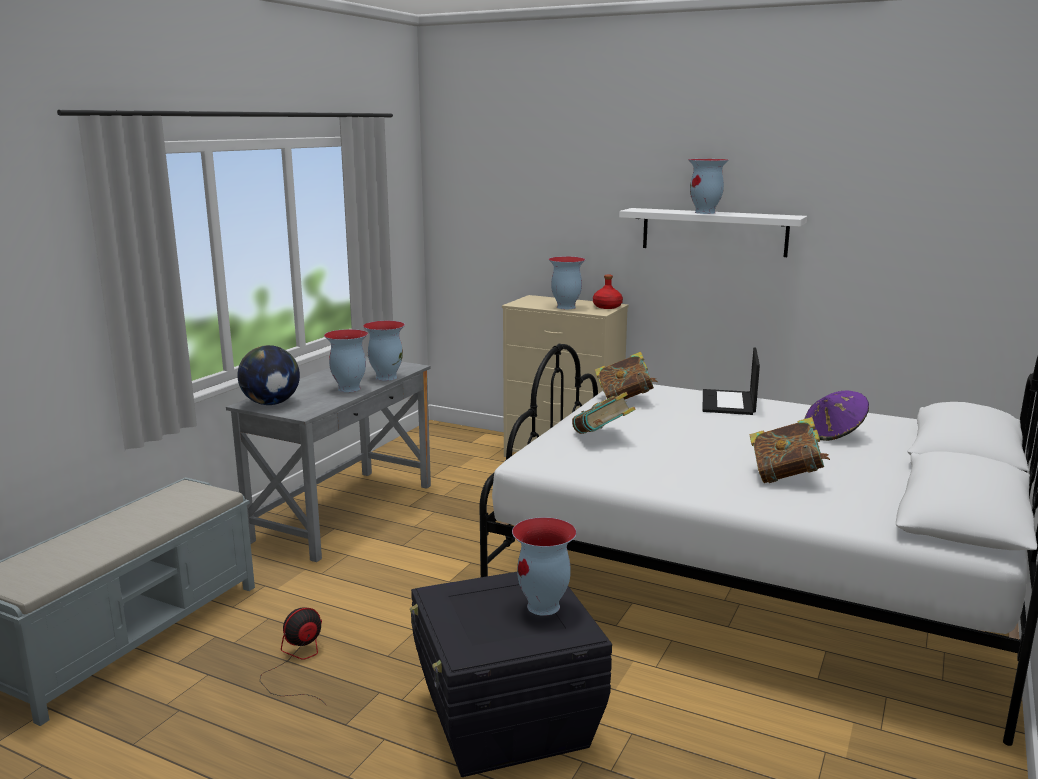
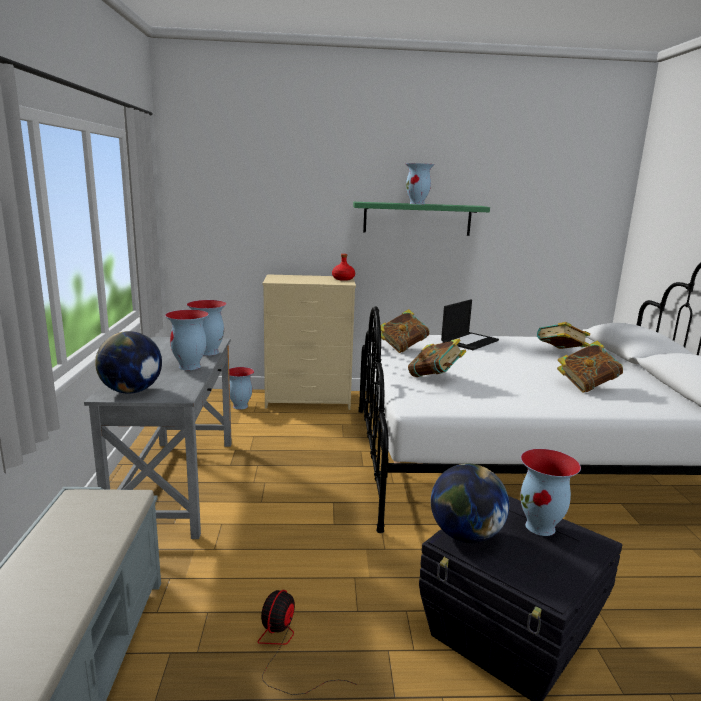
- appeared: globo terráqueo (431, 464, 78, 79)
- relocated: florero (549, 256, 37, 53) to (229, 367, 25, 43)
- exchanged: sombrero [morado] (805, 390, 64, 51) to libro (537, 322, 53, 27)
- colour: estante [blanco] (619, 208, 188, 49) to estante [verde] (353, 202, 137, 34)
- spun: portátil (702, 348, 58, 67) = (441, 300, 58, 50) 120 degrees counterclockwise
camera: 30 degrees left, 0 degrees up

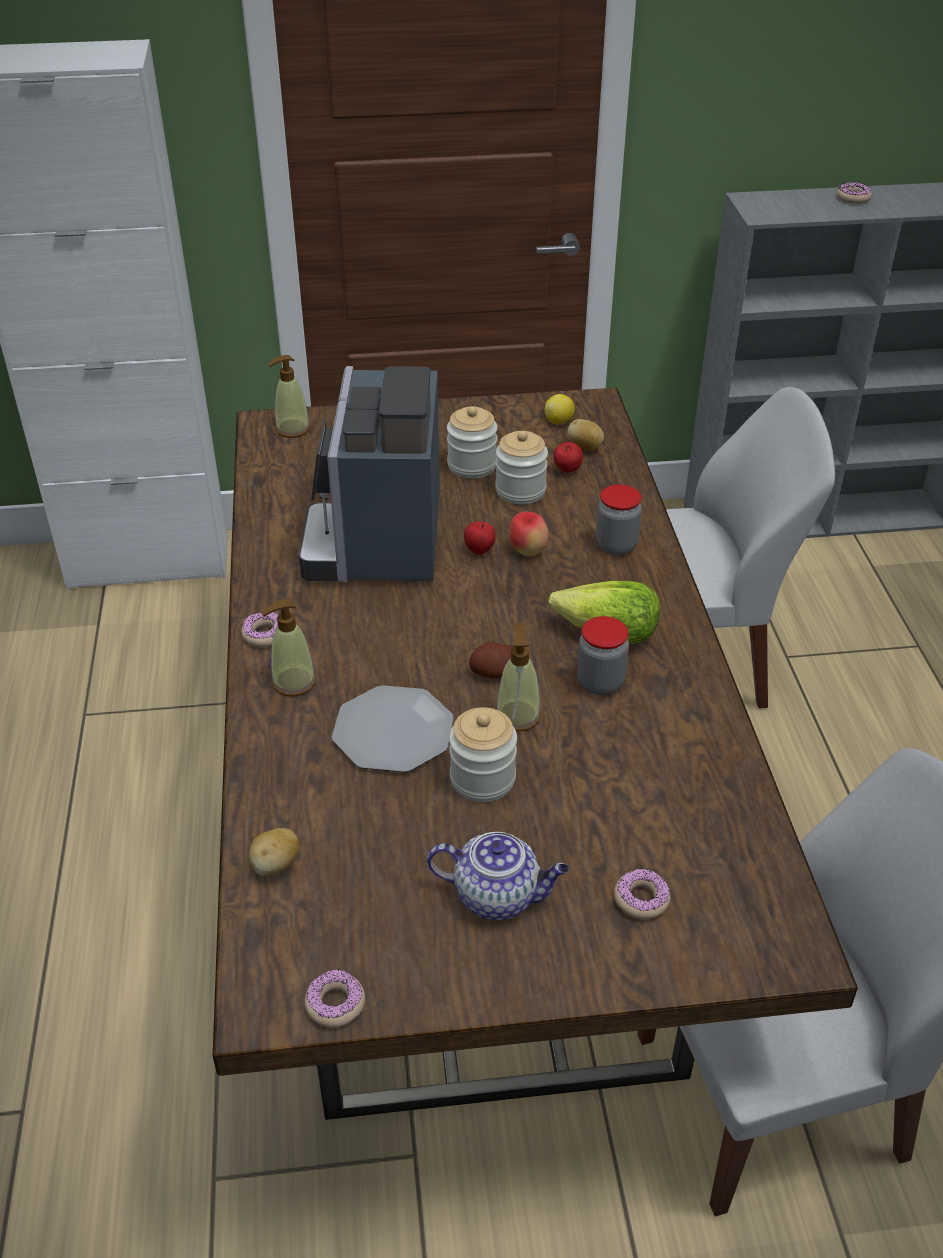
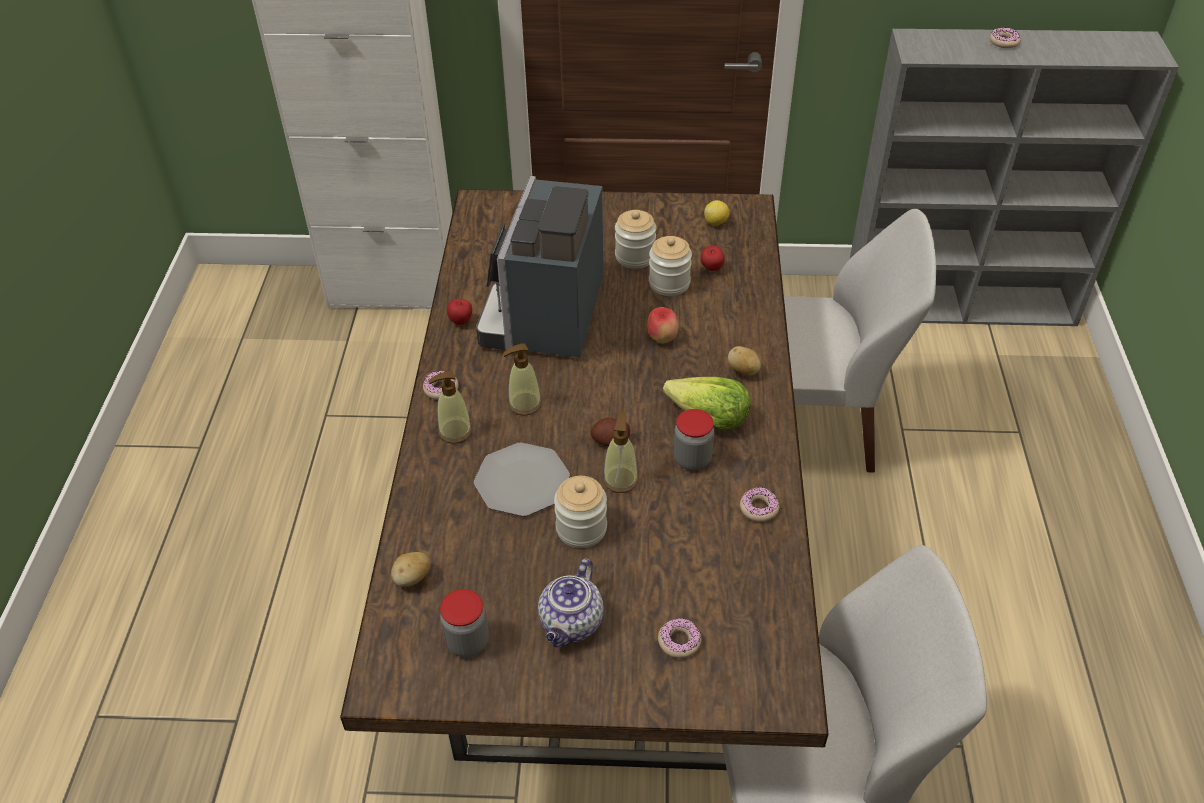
- relocated: dispensador de jabón (268, 355, 42, 83) to (503, 343, 39, 73)
- relocated: rosquilla (304, 969, 61, 59) to (740, 487, 39, 35)
- relocated: manzana (464, 521, 32, 34) to (447, 299, 25, 26)
- relocated: patata (568, 419, 36, 32) to (728, 346, 33, 30)
- relocated: tarro (596, 485, 46, 70) to (440, 589, 49, 68)
- spun: tetera (427, 832, 142, 88) = (538, 559, 66, 89) 90 degrees clockwise
camera: 10 degrees right, 5 degrees up

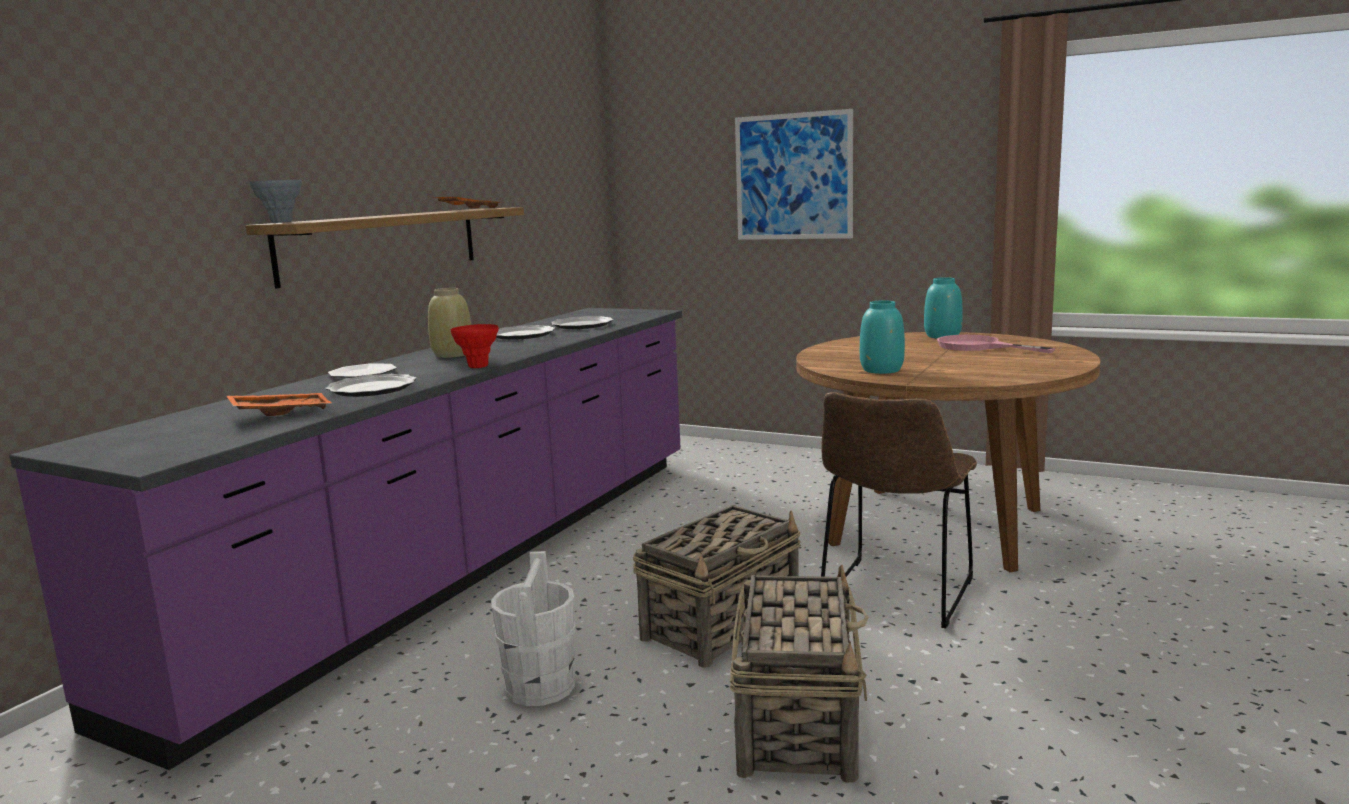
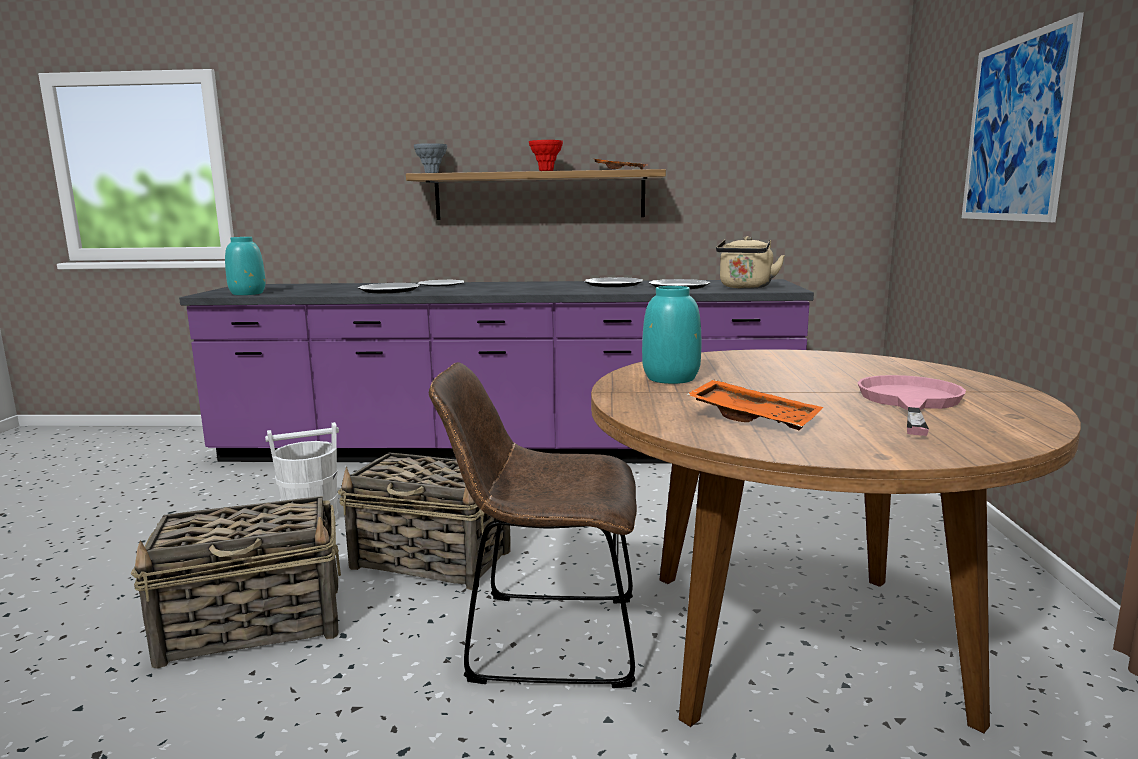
- missing: florero [beis] (428, 288, 43, 70)
- appeared: hervidor [beis] (716, 236, 69, 53)
- relocated: bandeja [naranja] (227, 393, 105, 23) to (686, 380, 137, 51)
- relocated: florero [rojo] (451, 324, 48, 44) to (529, 140, 34, 31)
- relocated: florero [turquesa] (924, 277, 39, 62) to (225, 237, 40, 58)
camera: 65 degrees right, 0 degrees up

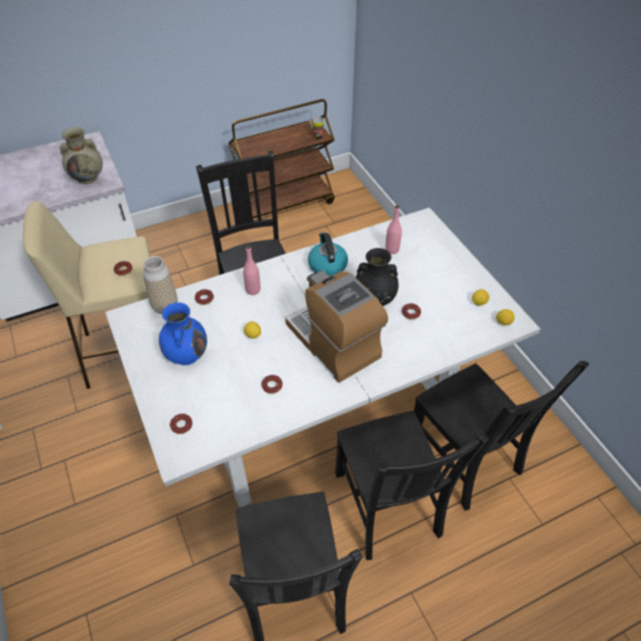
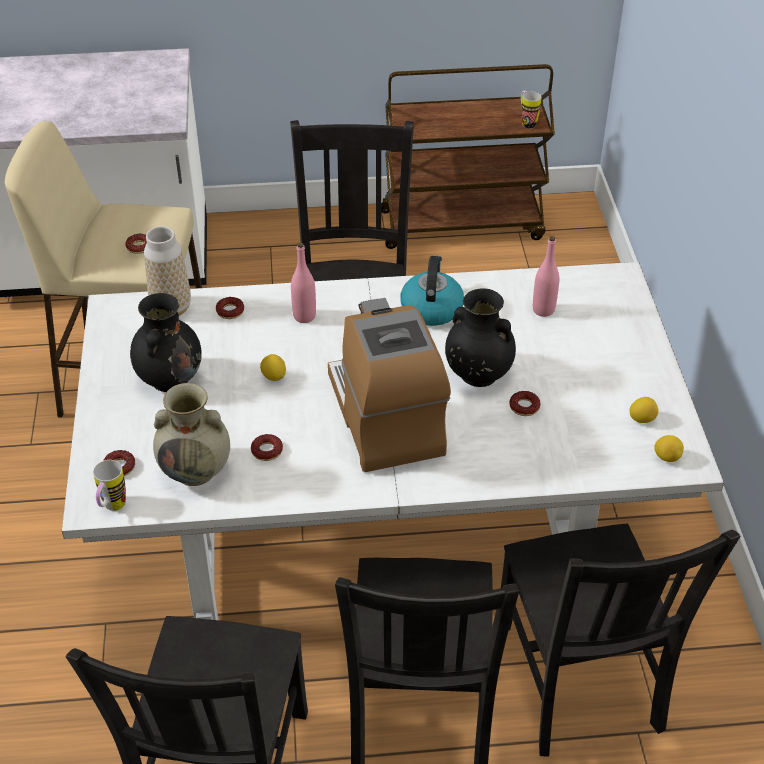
- appeared: taza grande (93, 460, 33, 51)
- relocated: florero [beis] (60, 127, 43, 57) to (153, 383, 77, 103)
- colour: florero [azul] (159, 302, 48, 63) to florero [negro] (130, 293, 72, 99)
camera: 20 degrees right, 5 degrees down

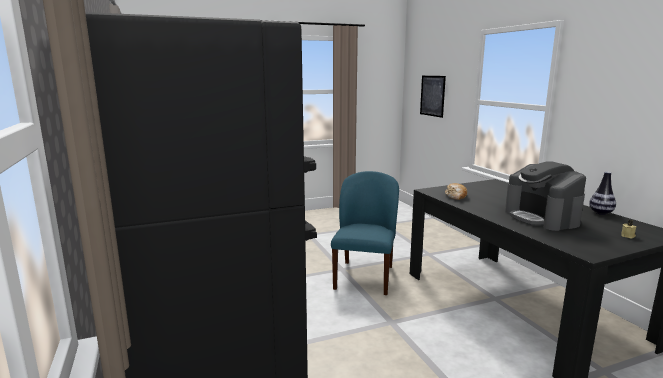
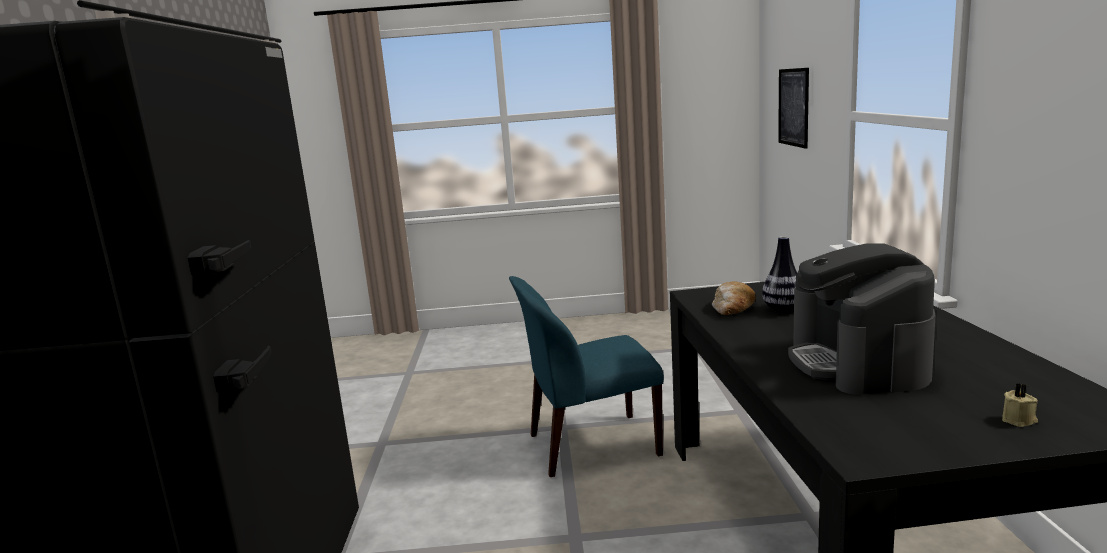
- relocated: florero (589, 172, 27, 43) to (762, 236, 35, 77)
- spun: silla [azul] (331, 171, 68, 124) = (509, 276, 155, 201) 135 degrees counterclockwise
camera: 20 degrees right, 0 degrees up

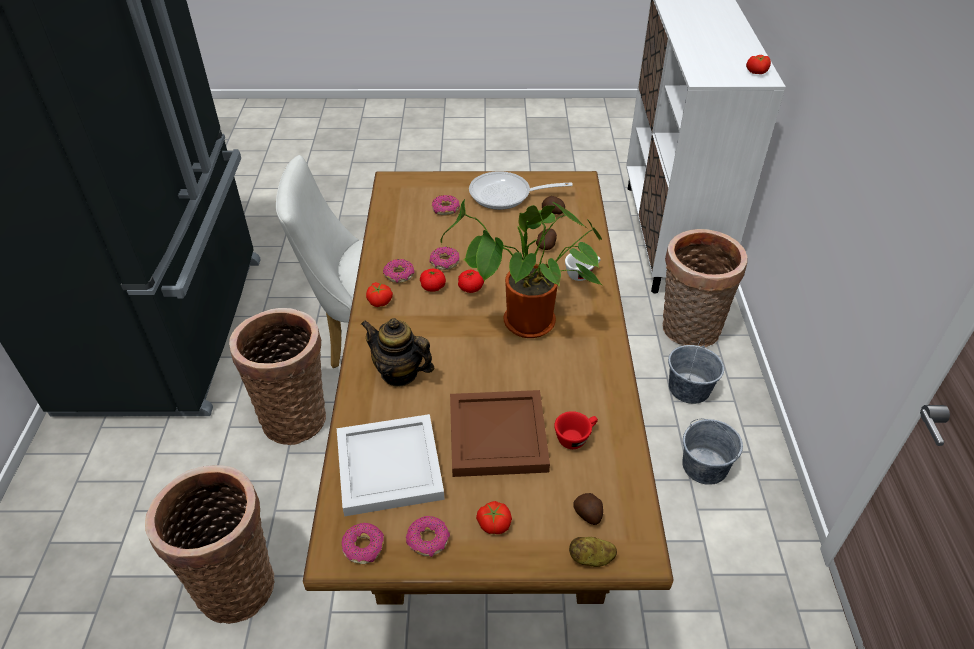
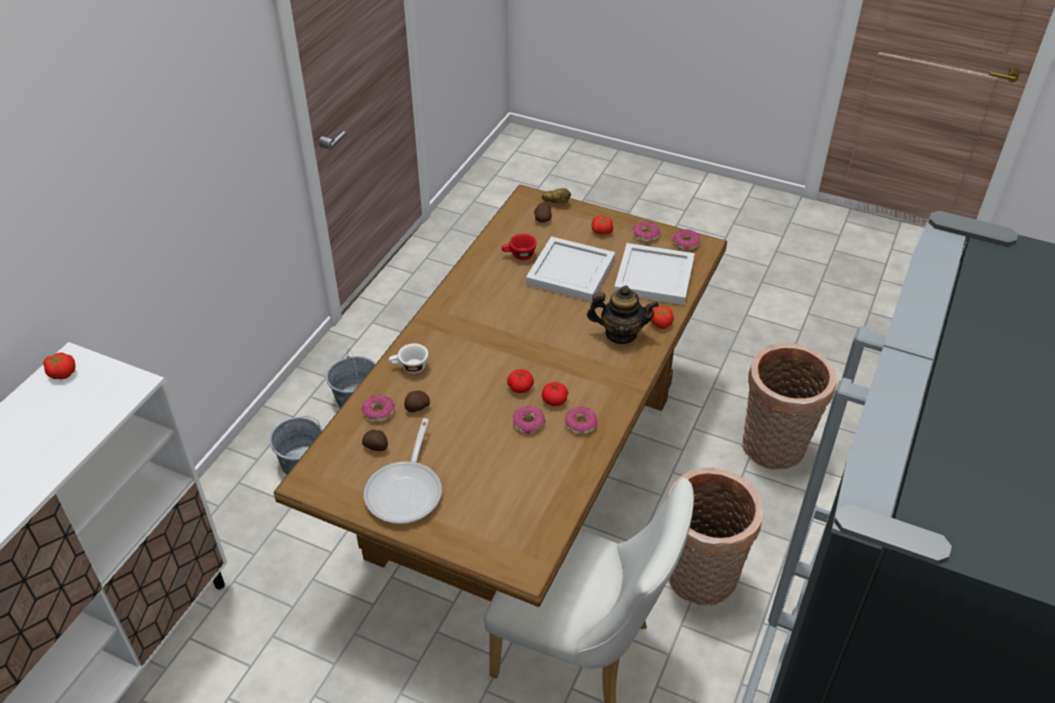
- missing: planta en maceta (441, 199, 161, 139)
- missing: cesta (663, 229, 84, 118)
- relocated: tomate (366, 282, 27, 25) to (650, 306, 24, 23)
- relocated: rosquilla (432, 195, 28, 21) to (361, 395, 34, 27)
- colour: bandeja [marrón] (450, 390, 100, 87) to bandeja [blanco] (526, 236, 89, 66)
- spun: tetera (361, 318, 74, 69) = (587, 285, 72, 59) 45 degrees counterclockwise
- spun: sartén (469, 171, 104, 39) = (364, 418, 78, 106) 75 degrees clockwise
camera: 155 degrees left, 0 degrees up

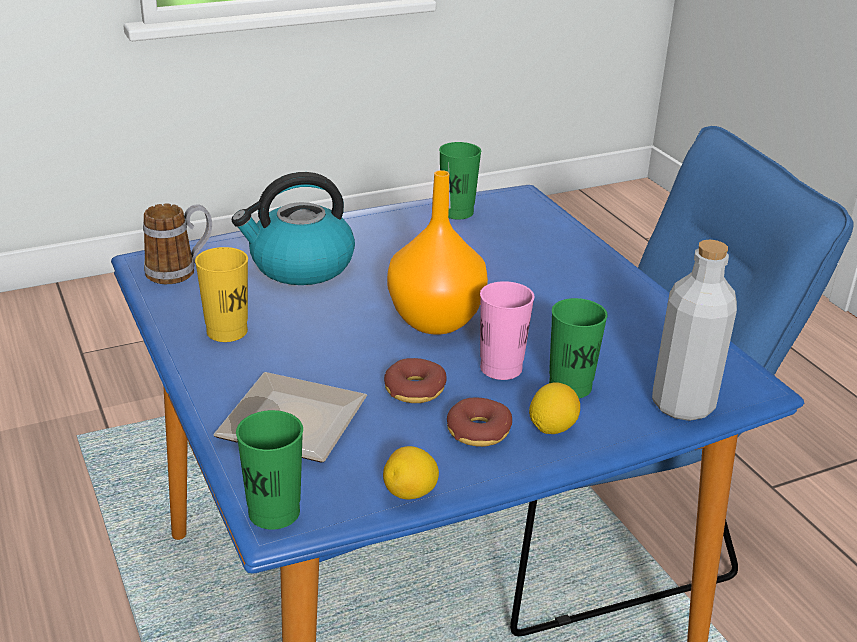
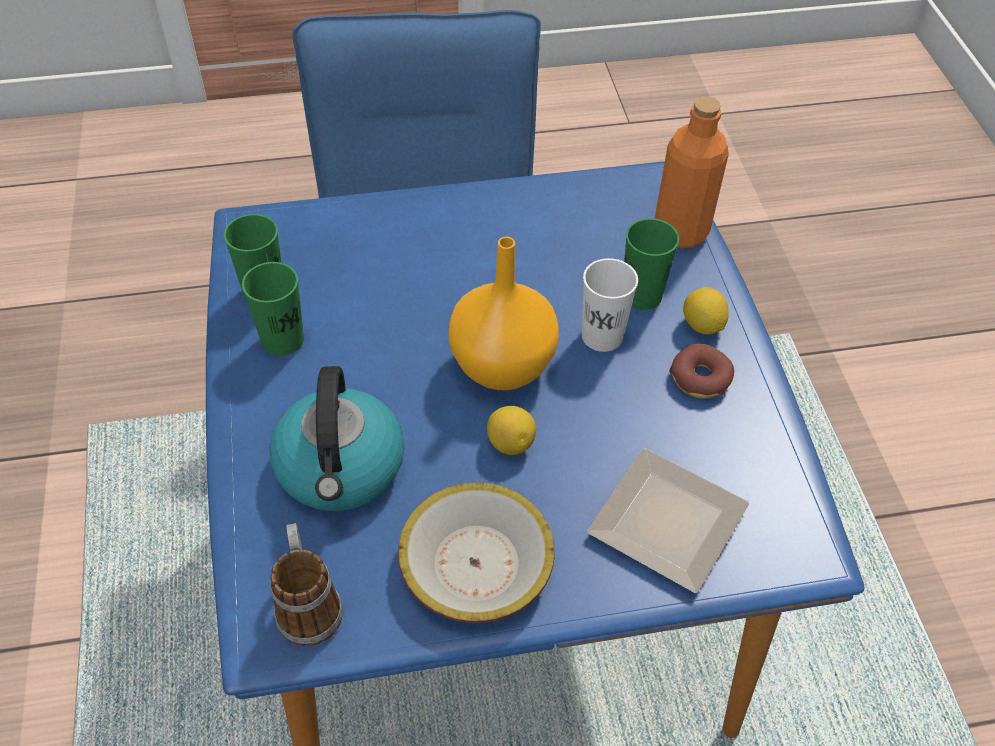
- missing: rosquilla (384, 358, 63, 45)
- relocated: taza [verde] (236, 410, 67, 120) to (242, 262, 62, 94)
- relocated: limón (383, 446, 56, 53) to (487, 406, 49, 49)
- exchanged: taza [amarillo] (195, 247, 53, 95) to cuenco (398, 482, 157, 141)
- colour: taza [rosa] (480, 281, 54, 99) to taza [blanco] (582, 258, 56, 94)
- colour: botella [gris] (652, 239, 85, 182) to botella [naranja] (654, 96, 75, 152)
camera: 75 degrees left, 20 degrees up

